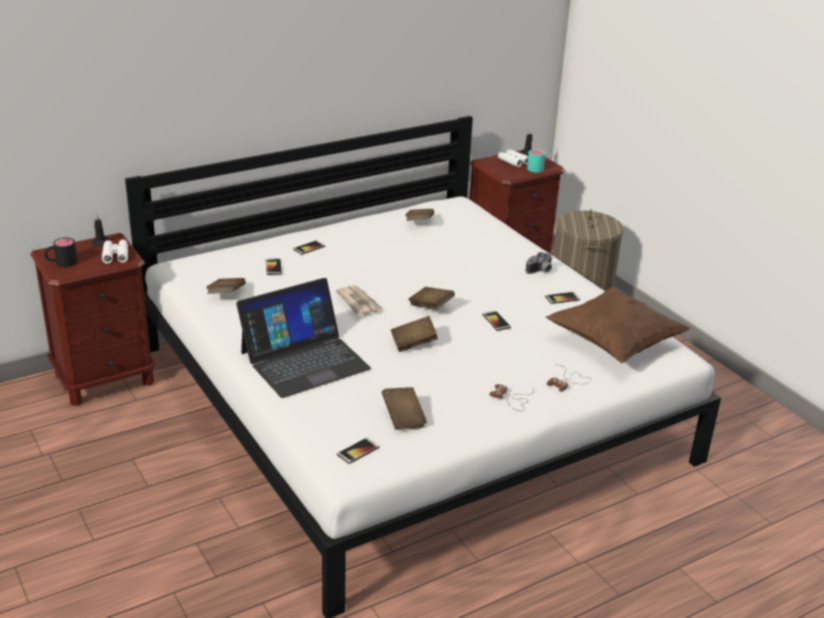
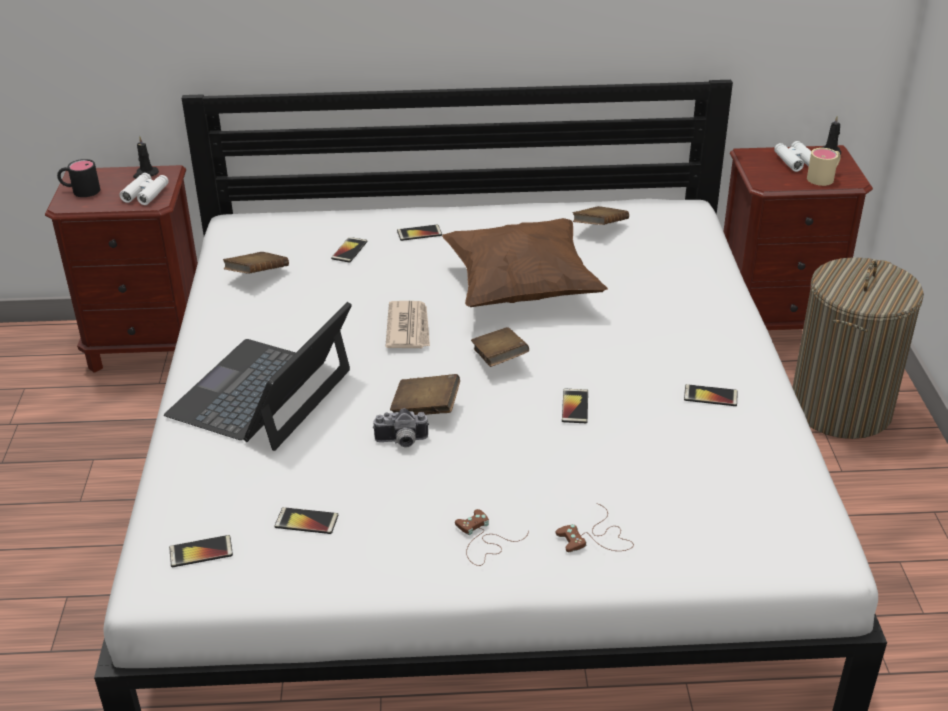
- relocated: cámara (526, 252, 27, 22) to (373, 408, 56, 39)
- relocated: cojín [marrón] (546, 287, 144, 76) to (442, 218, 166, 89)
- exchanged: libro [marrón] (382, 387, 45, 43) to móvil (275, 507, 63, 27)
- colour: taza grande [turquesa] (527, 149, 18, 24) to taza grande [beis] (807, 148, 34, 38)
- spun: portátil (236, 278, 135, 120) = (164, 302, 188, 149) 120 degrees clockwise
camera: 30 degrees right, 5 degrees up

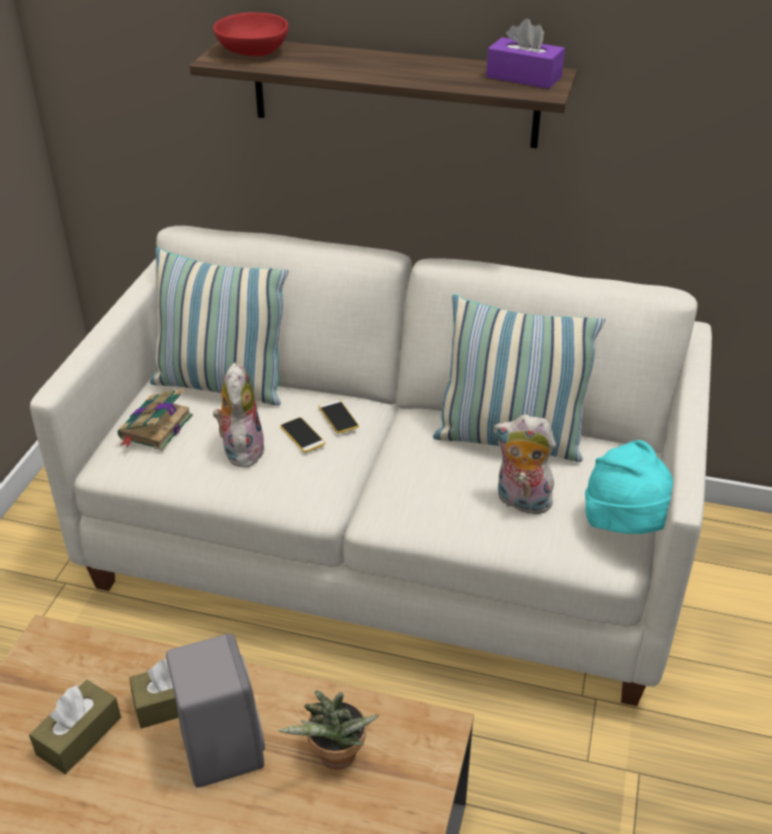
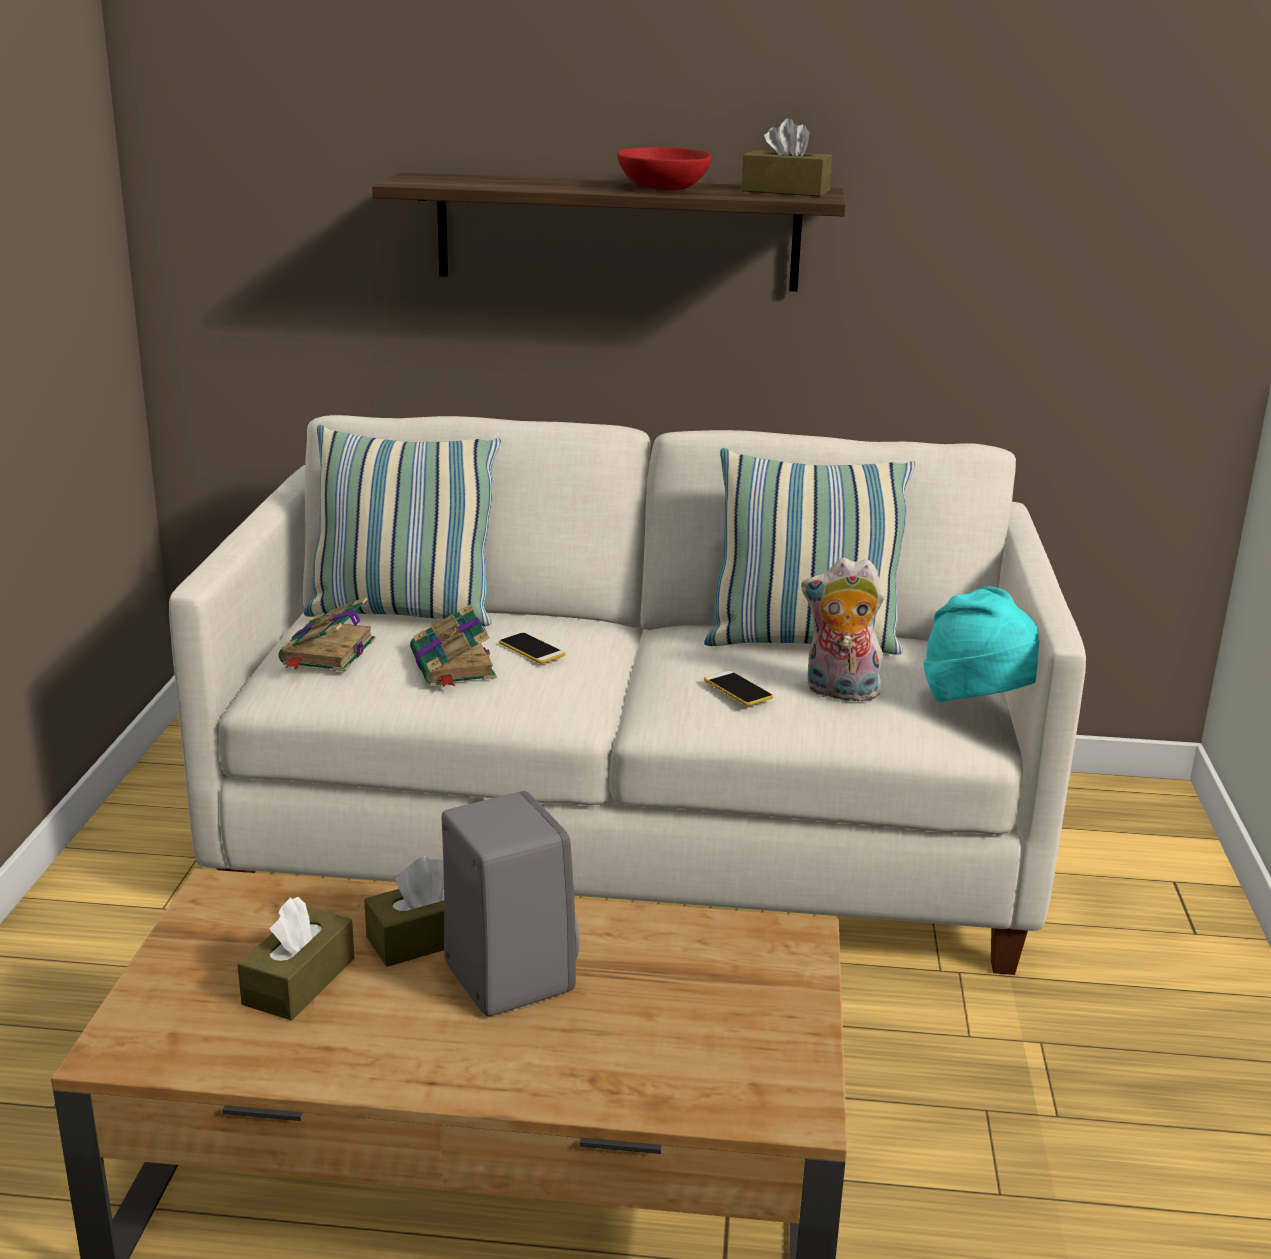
- missing: planta en maceta (278, 690, 101, 80)
- relocated: cuenco [rojo] (213, 12, 75, 44) to (617, 147, 94, 43)
- relocated: móvil (318, 399, 41, 35) to (704, 670, 69, 36)
- exchanged: peluche (213, 363, 52, 105) to libro (410, 604, 86, 83)
- colour: caja de pañuelos [morado] (486, 19, 79, 70) to caja de pañuelos [marrón] (741, 118, 91, 78)
camera: 10 degrees left, 15 degrees down

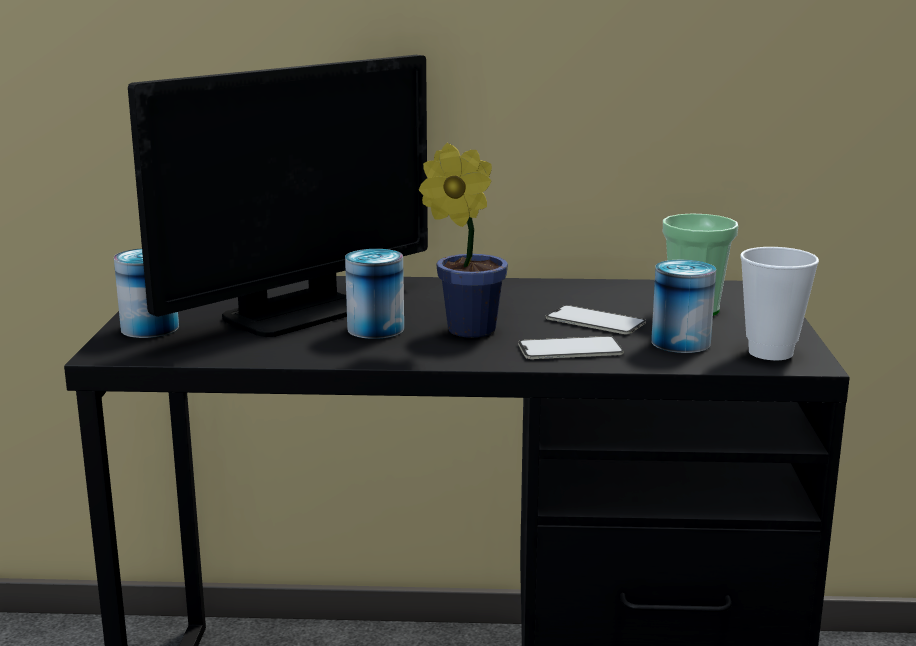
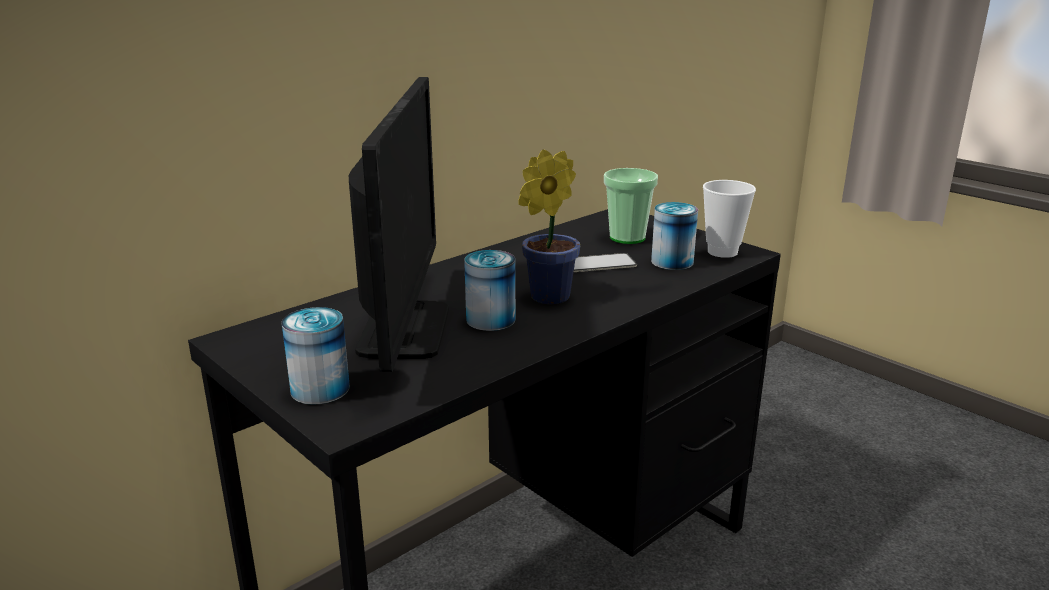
- missing: móvil (518, 336, 106, 23)
camera: 45 degrees left, 5 degrees up

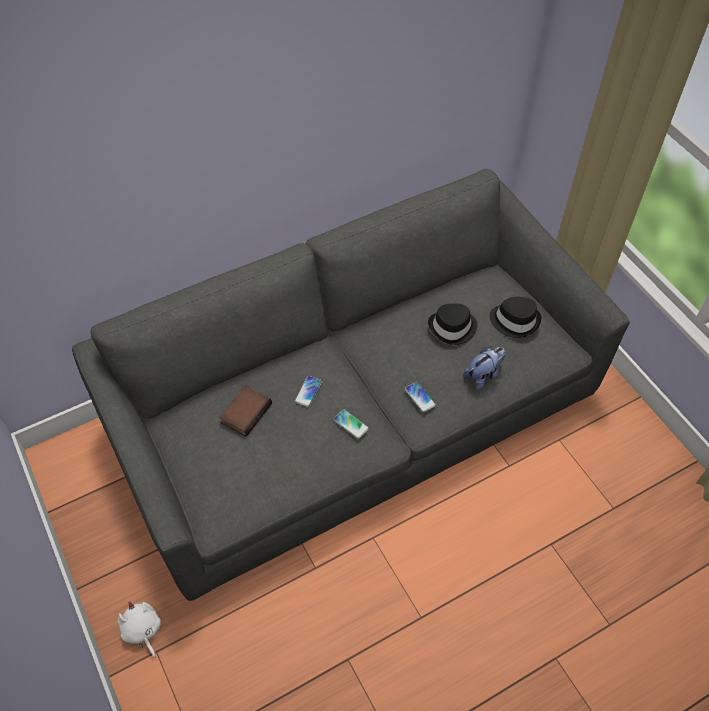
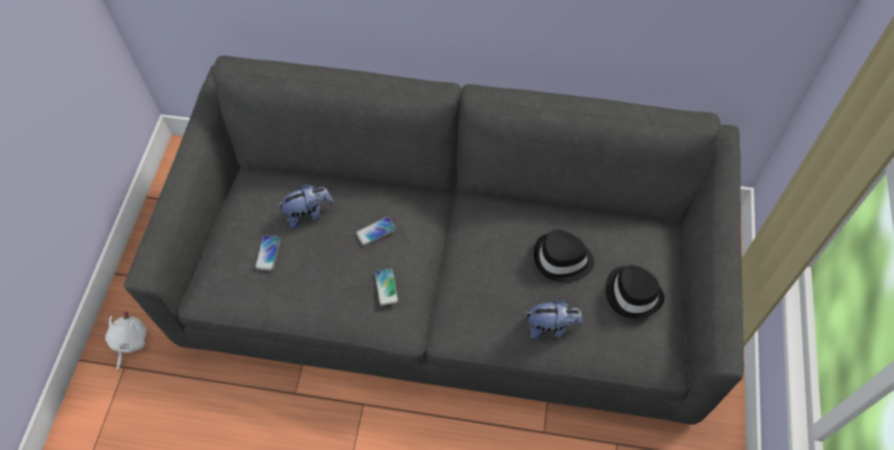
- relocated: móvil (405, 382, 31, 30) to (255, 236, 25, 34)
- exchanged: libro (219, 385, 53, 52) to peluche (276, 184, 57, 45)
camera: 40 degrees right, 5 degrees up

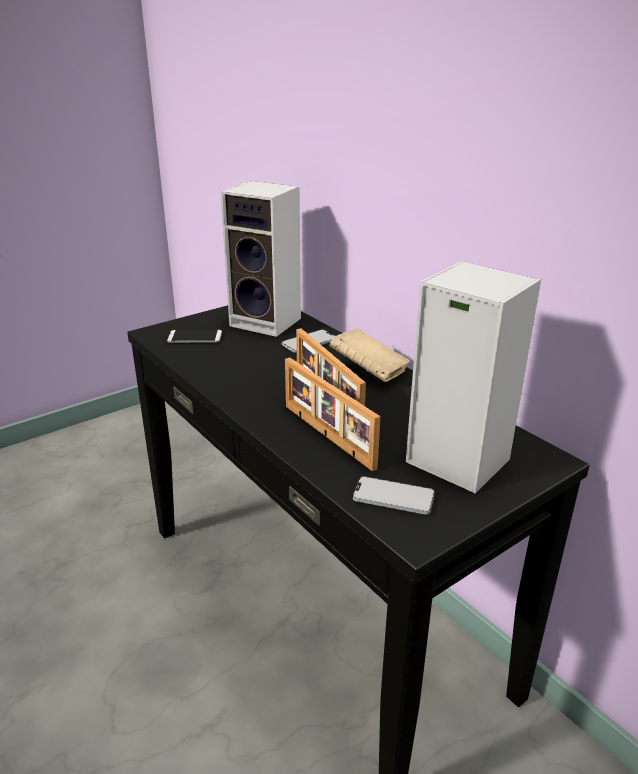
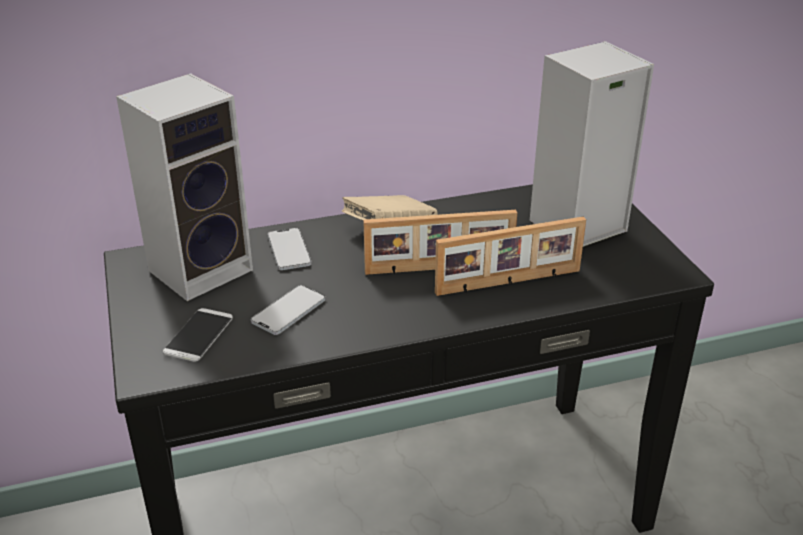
- relocated: móvil (353, 476, 82, 39) to (251, 285, 75, 50)
camera: 70 degrees left, 5 degrees up

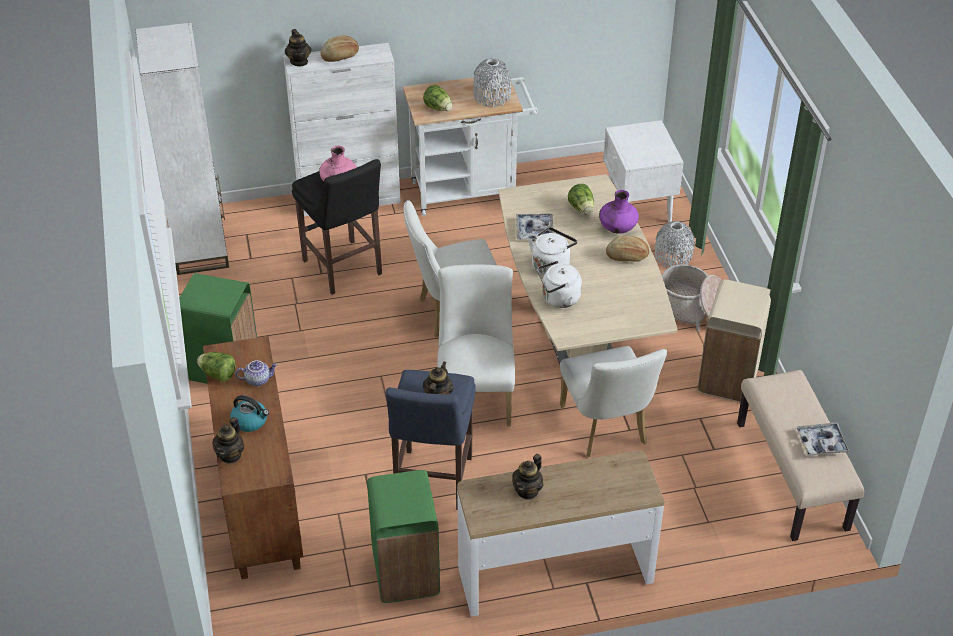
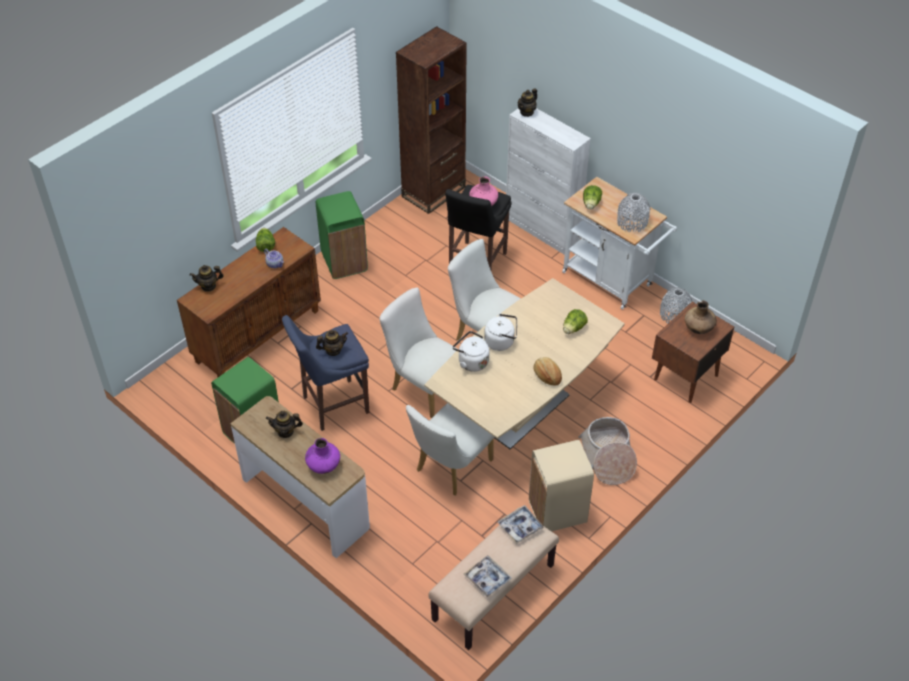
- missing: hervidor (230, 395, 39, 37)
- missing: pan (321, 35, 38, 27)
- appeared: florero [marrón] (685, 300, 32, 34)
- relocated: bandeja (516, 214, 37, 27) to (498, 505, 46, 39)
- relocated: florero [morado] (599, 190, 40, 44) to (305, 438, 35, 36)
- relocated: florero [gris] (655, 221, 40, 46) to (660, 287, 32, 36)
- colour: estantería [blanco] (136, 22, 93, 253) to estantería [marrón] (396, 26, 71, 188)
- colour: mesita de noche [blanco] (603, 120, 81, 103) to mesita de noche [marrón] (652, 302, 82, 101)
- spun: silla [blanco] (437, 264, 78, 162) = (380, 288, 77, 130) 105 degrees counterclockwise
camera: 55 degrees right, 5 degrees up

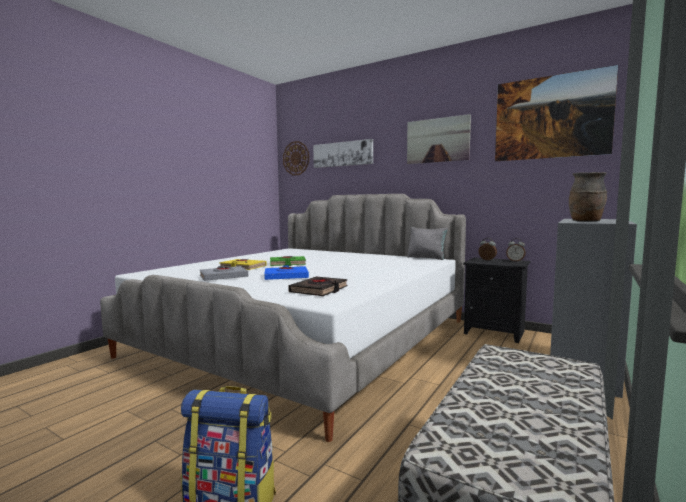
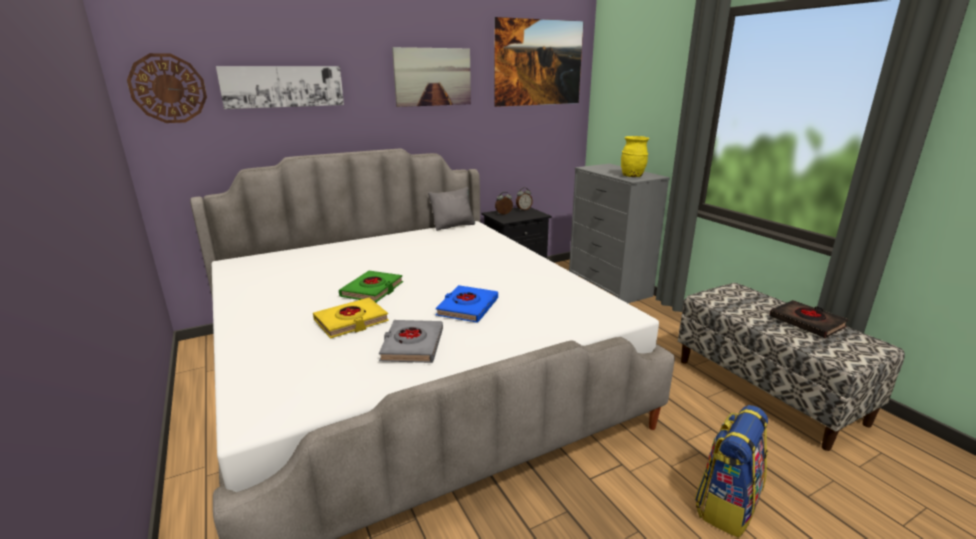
- relocated: libro [negro] (288, 277, 60, 19) to (769, 300, 80, 38)
- colour: florero [marrón] (569, 172, 38, 50) to florero [amarillo] (621, 136, 28, 41)
camera: 60 degrees left, 15 degrees up

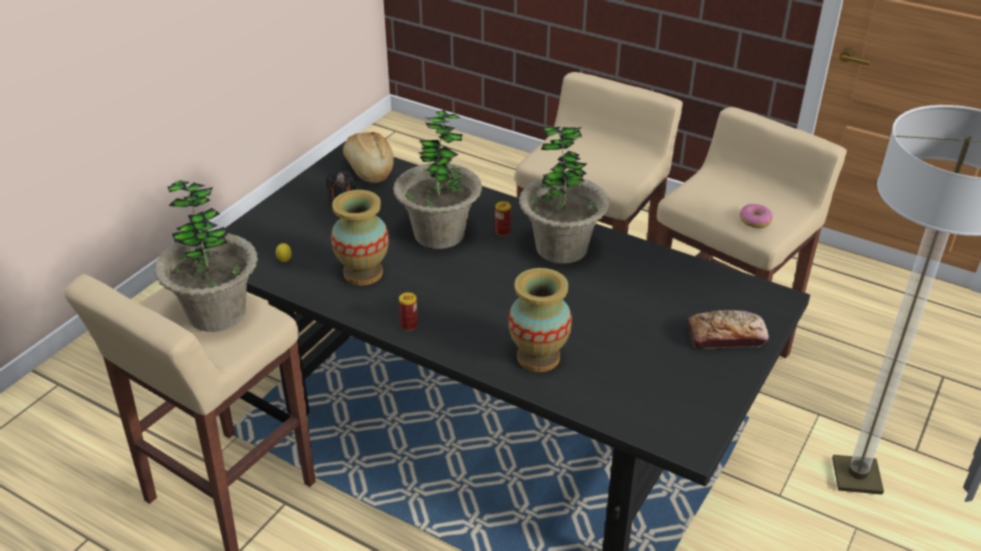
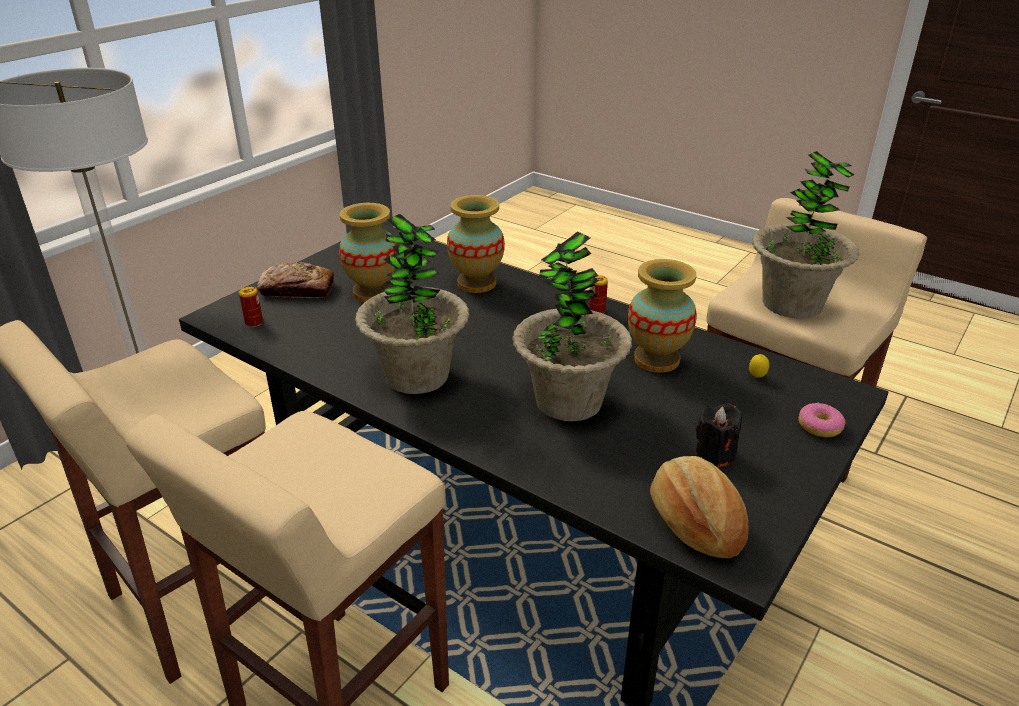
- appeared: florero (339, 203, 58, 99)
- relocated: lata (495, 201, 16, 35) to (239, 287, 24, 40)
- relocated: rosquilla (740, 204, 33, 24) to (799, 403, 47, 34)
camera: 175 degrees left, 5 degrees down

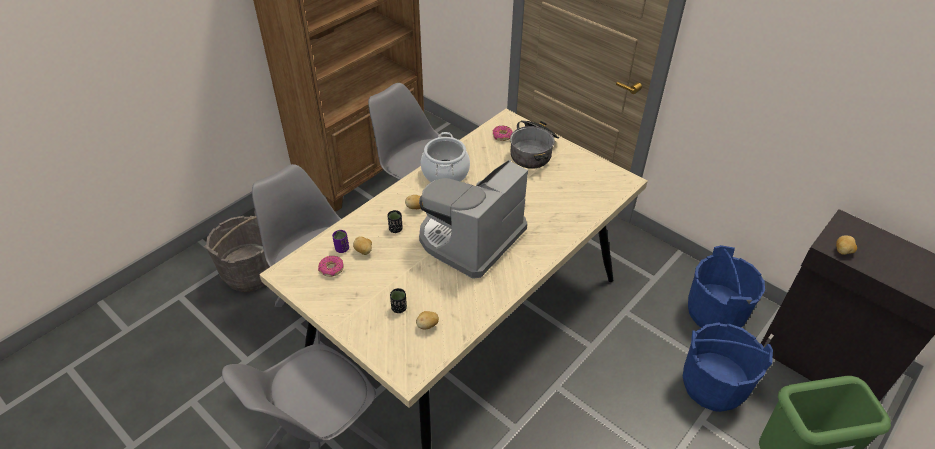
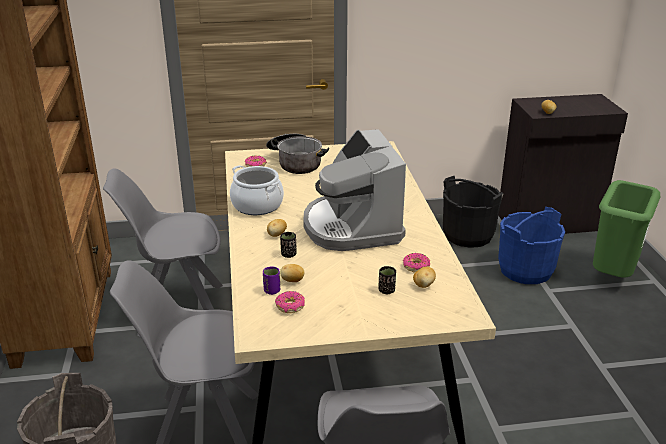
- appeared: rosquilla (403, 253, 27, 20)
- colour: cubo [azul] (688, 245, 77, 83) to cubo [negro] (443, 176, 61, 72)
camera: 50 degrees left, 15 degrees down

